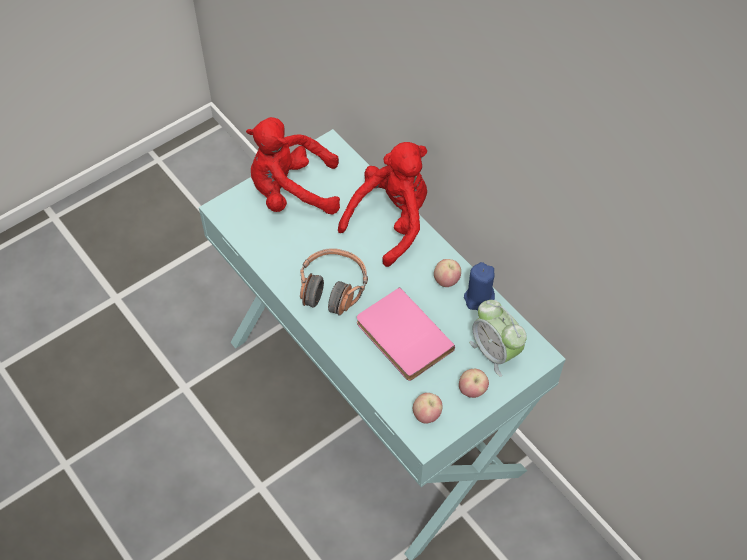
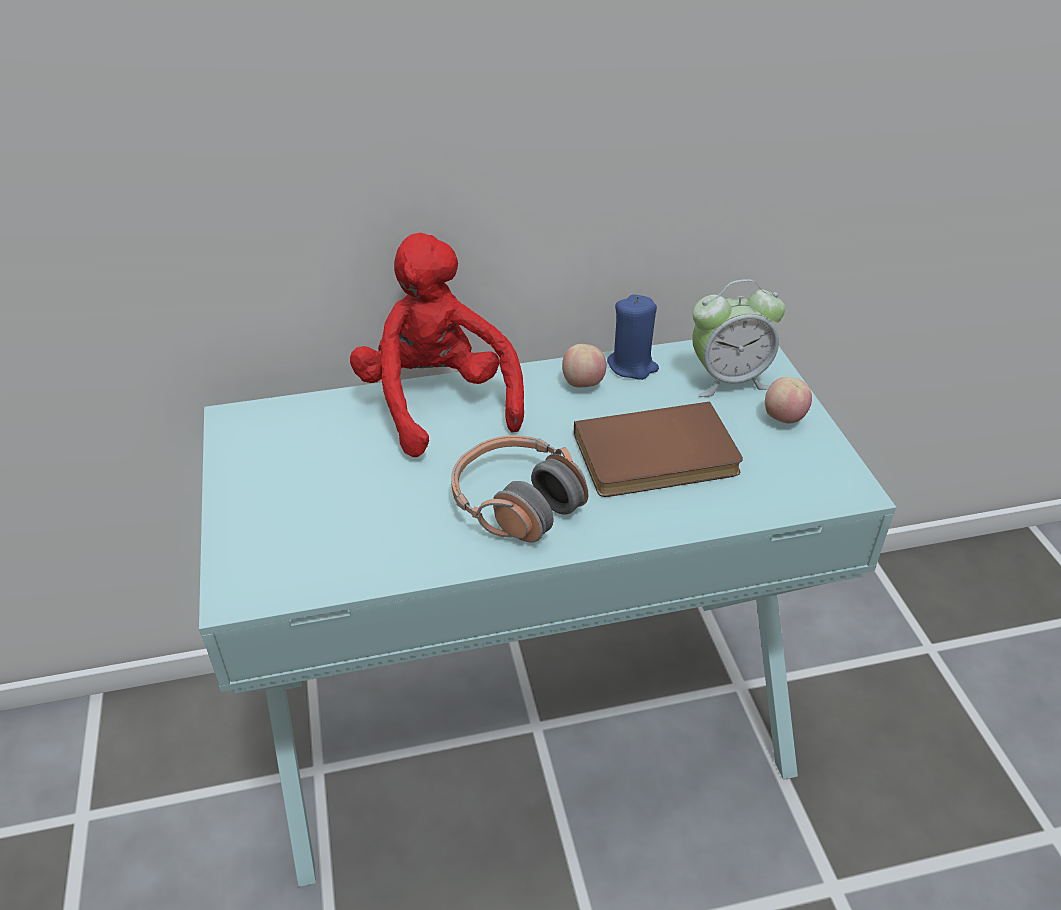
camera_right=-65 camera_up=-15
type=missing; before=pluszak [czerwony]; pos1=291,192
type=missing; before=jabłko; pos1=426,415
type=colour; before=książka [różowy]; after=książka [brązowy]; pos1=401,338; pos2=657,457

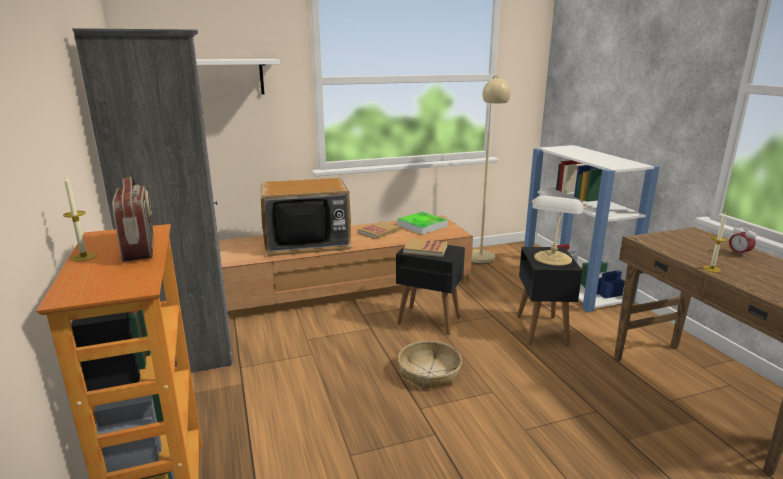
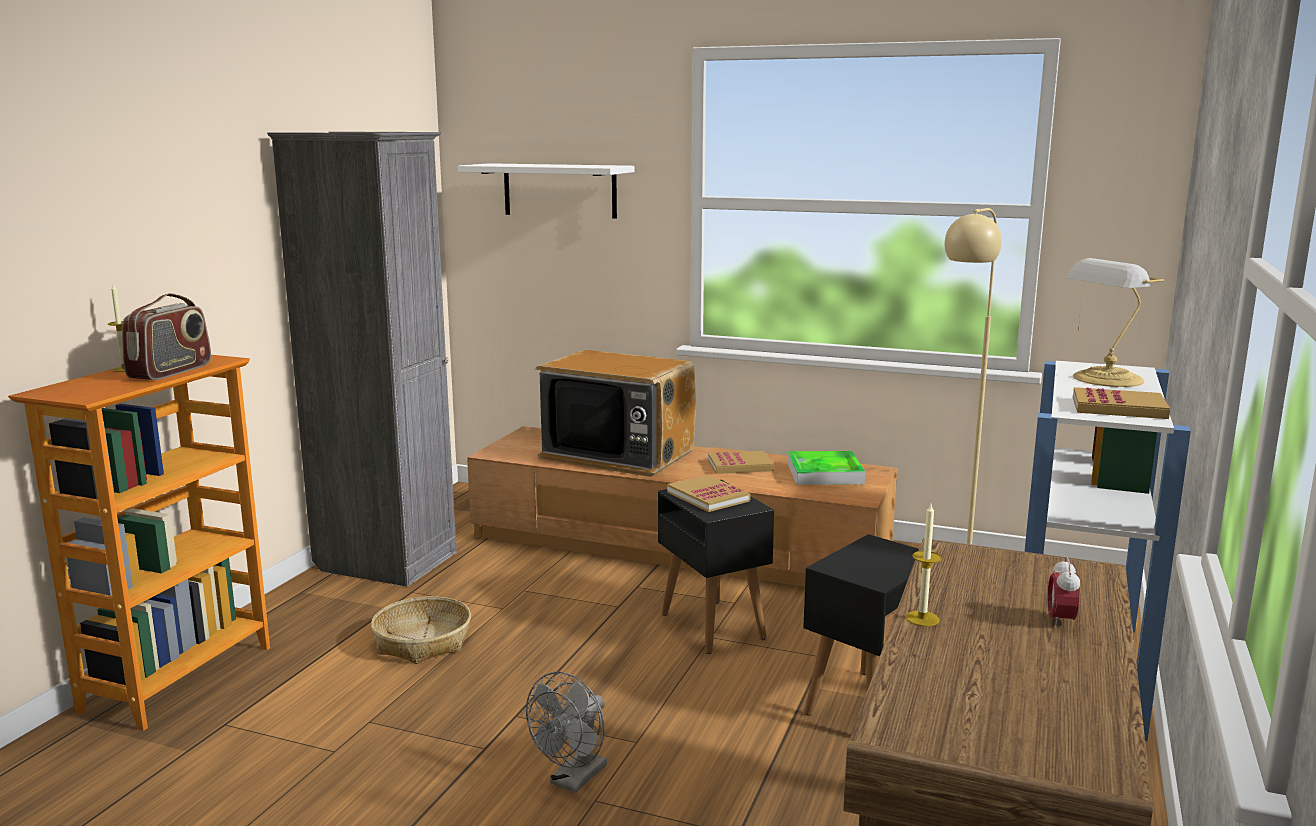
camera_right=40 camera_up=-5
type=appeared; after=wentylator [szary]; pos2=573,780
type=appeared; after=książka; pos2=1118,408
type=relocated; before=koszyk; pos1=429,372; pos2=423,642
type=relocated; before=lampa stołowa; pos1=552,259; pos2=1105,379

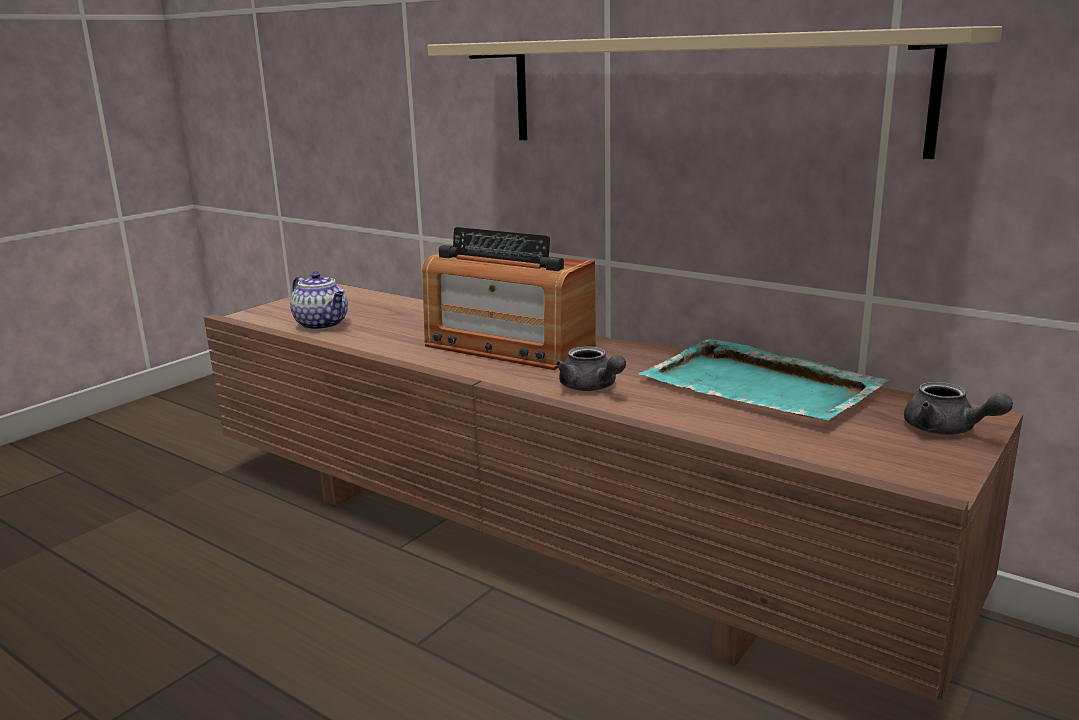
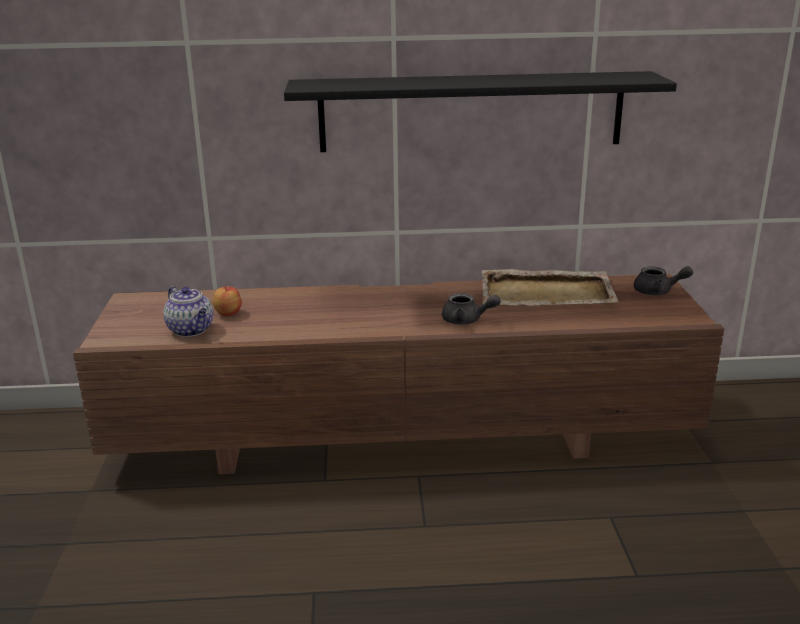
camera_right=-40 camera_up=5
type=missing; before=radio; pos1=508,346
type=appeared; after=jabłko; pos2=227,313
type=colour; before=półka [beżowy]; after=półka [czarny]; pos1=699,93; pos2=471,112
type=colour; before=taca [turkusowy]; after=taca [beżowy]; pos1=761,387; pos2=548,293
type=spun; before=imbryk; pos1=323,325; pos2=191,330; turn=45

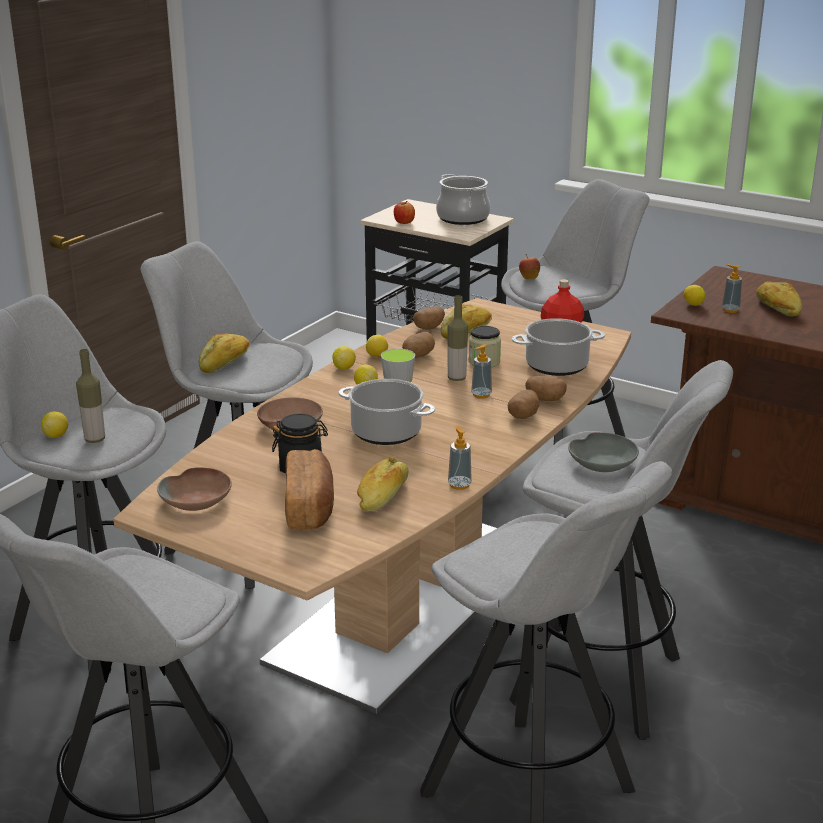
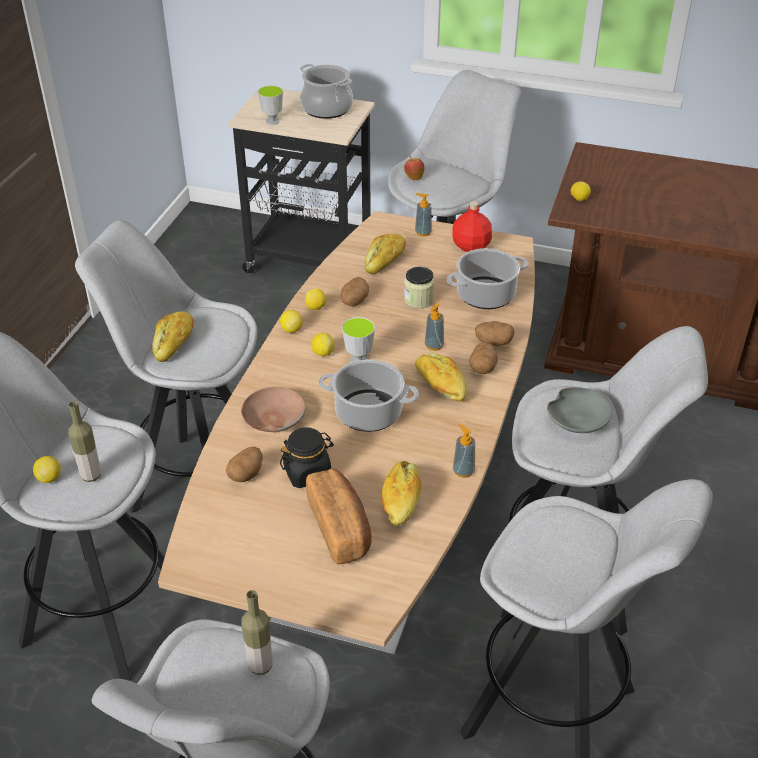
camera_right=-15 camera_up=15
type=missing; before=miska [brązowy]; pos1=197,499
type=relocated; before=ziemniak; pos1=429,328; pos2=246,474
type=relocated; before=butelka; pos1=456,378; pos2=260,666
type=relocated; before=dozownik mydła; pos1=730,310; pos2=423,232
type=relocated; before=chleb; pos1=777,309; pos2=440,385
type=exchanged; before=jabłko; after=filiżanka; pos1=404,222; pos2=272,121

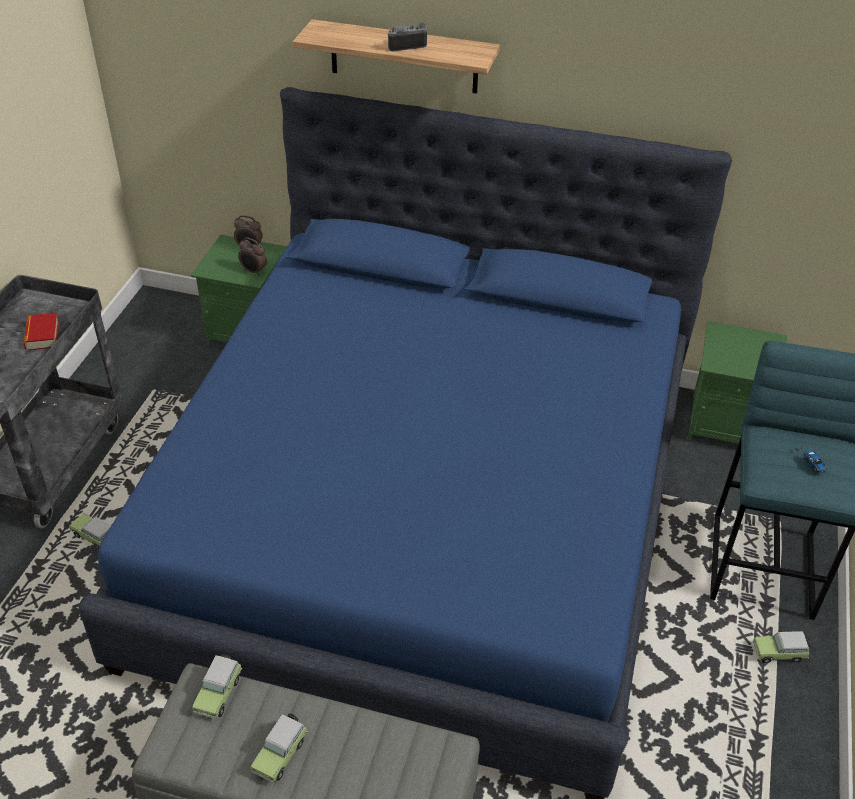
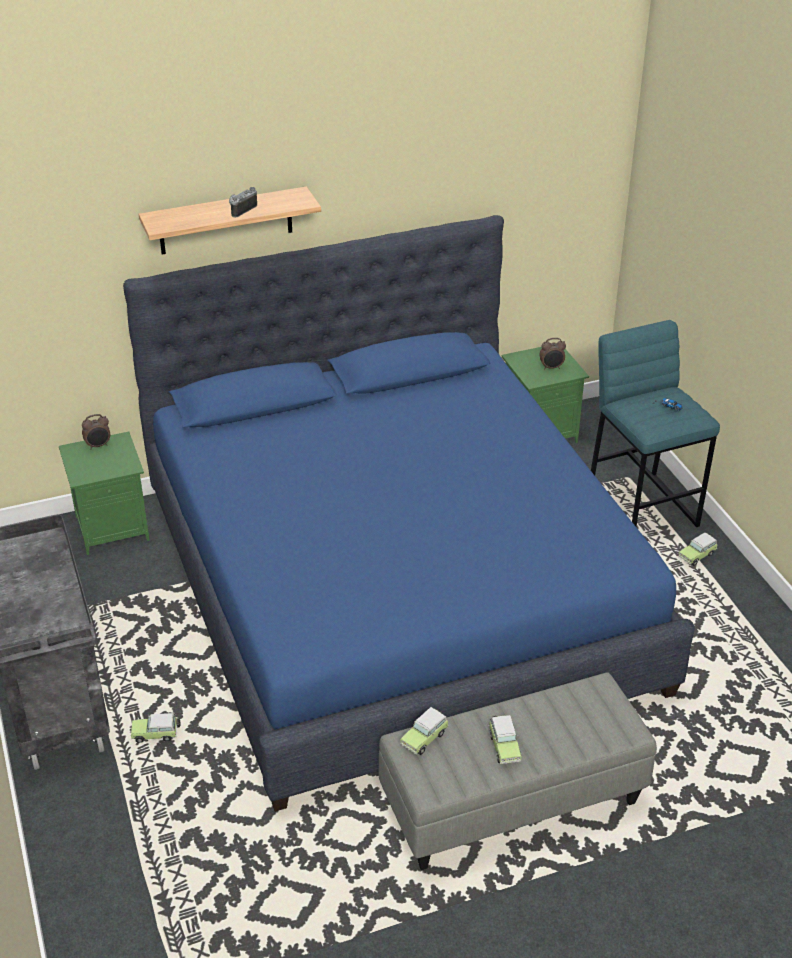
camera_right=-35 camera_up=-5
type=missing; before=książka; pos1=42,335
type=relocated; before=budzik; pos1=253,271; pos2=551,367
type=spun; before=samochodzik; pos1=219,692; pos2=425,738; turn=60

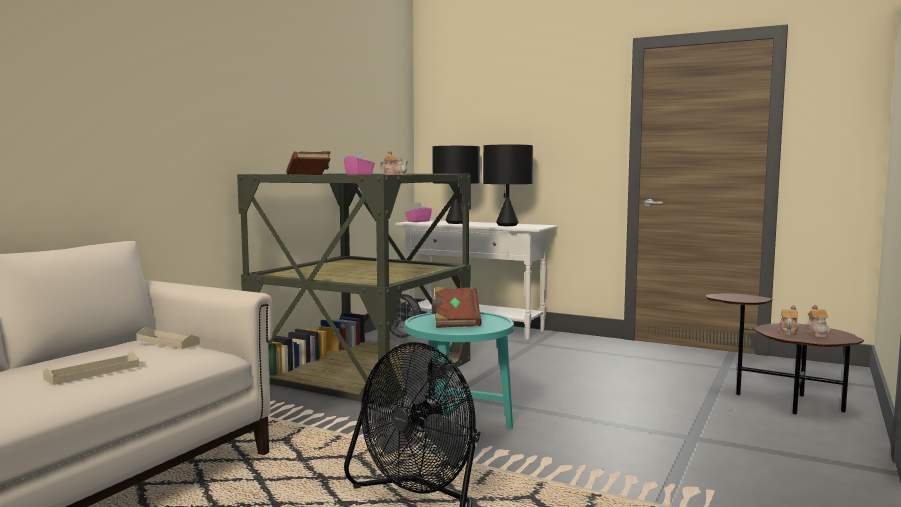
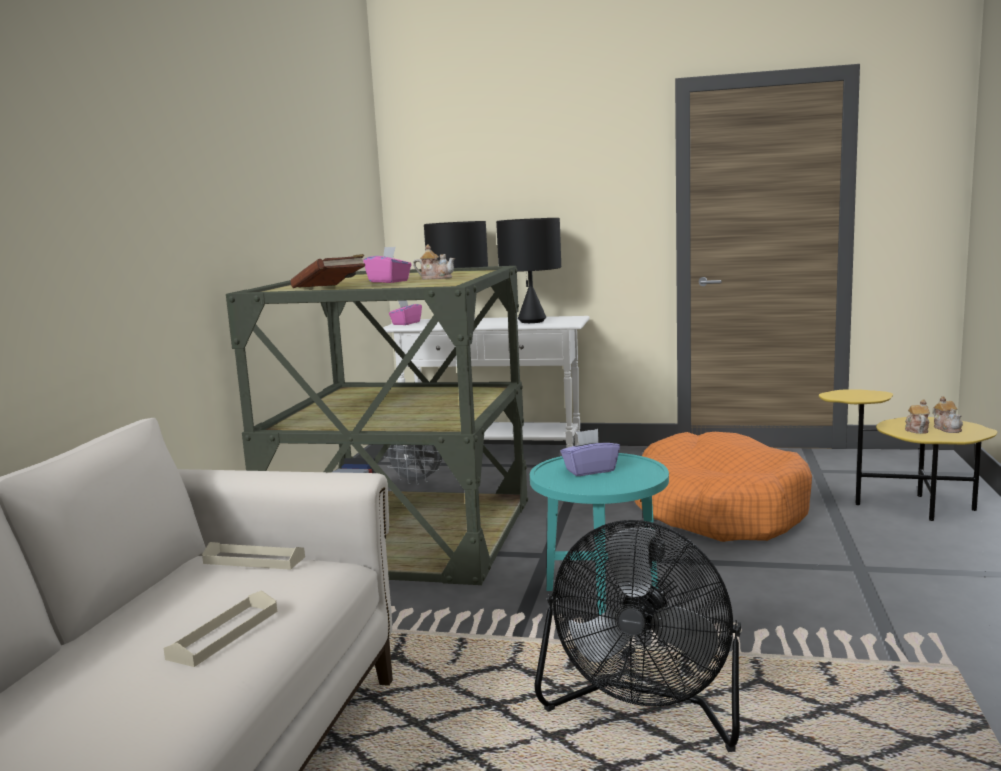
camera_right=-15 camera_up=5
type=appeared; after=legowisko [pomarańczowy]; pos2=718,510
type=exchanged; before=książka [brązowy]; after=pudełko chusteczek [fioletowy]; pos1=455,321; pos2=590,470
type=colour; before=stolik [brązowy]; after=stolik [żółty]; pos1=782,402; pos2=908,507

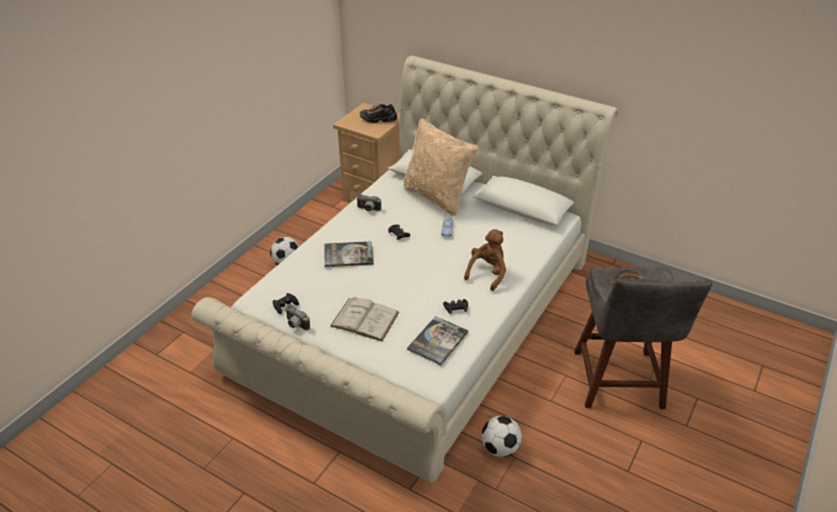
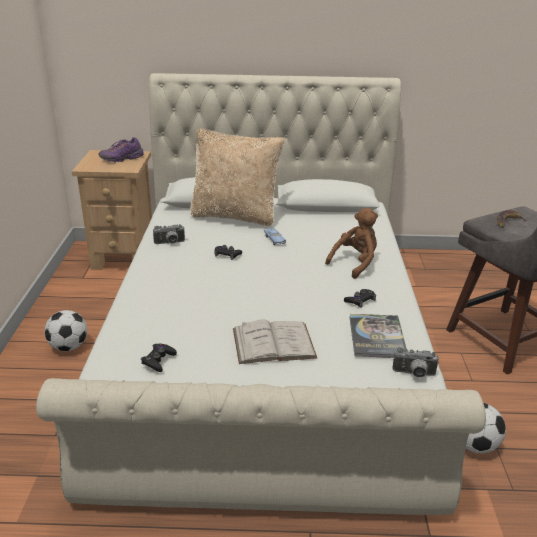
camera_right=-30 camera_up=-10
type=missing; before=książka; pos1=348,255
type=relocated; before=aparat fotograficzny; pos1=295,325; pos2=414,374
type=colour; before=but [czarny]; after=but [fioletowy]; pos1=378,119; pos2=122,159
type=spun; before=pluszak [brązowy]; pos1=487,273; pos2=355,263; turn=45

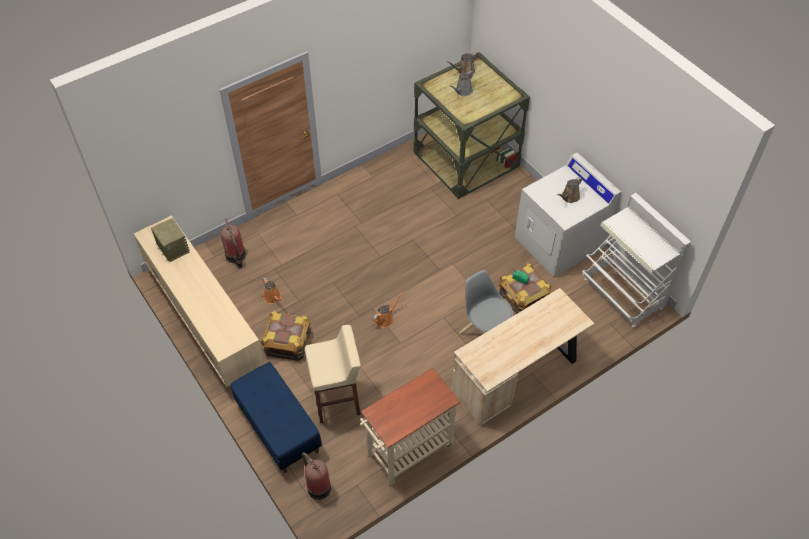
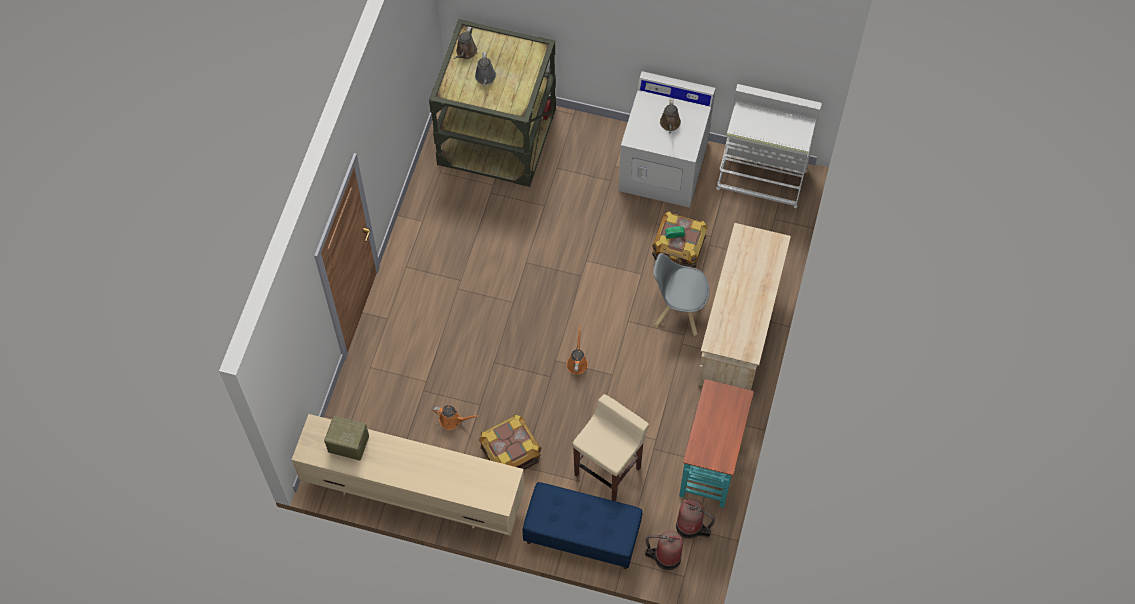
camera_right=-40 camera_up=10
type=relocated; before=gaśnica; pos1=236,257; pos2=691,527
type=colour; before=wózek [beżowy]; after=wózek [turkusowy]; pos1=408,450; pos2=710,466

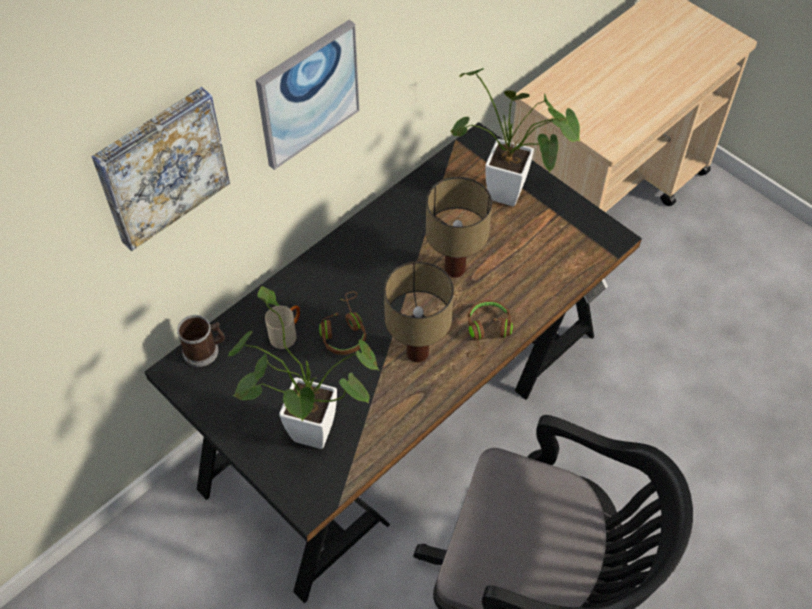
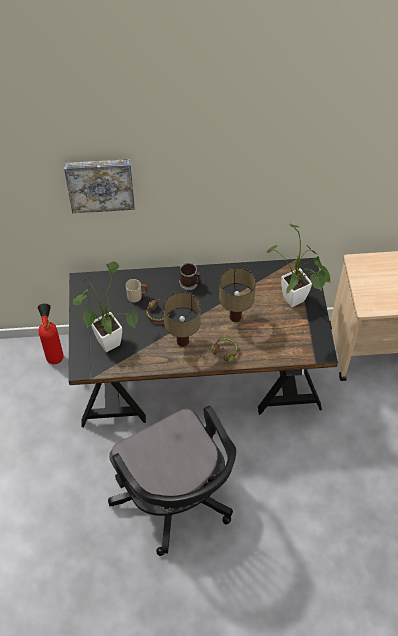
camera_right=40 camera_up=0
type=missing; before=obraz; pos1=308,94
type=appeared; after=gaśnica; pos2=54,354
type=relocated; before=kubek; pos1=205,350; pos2=190,283

